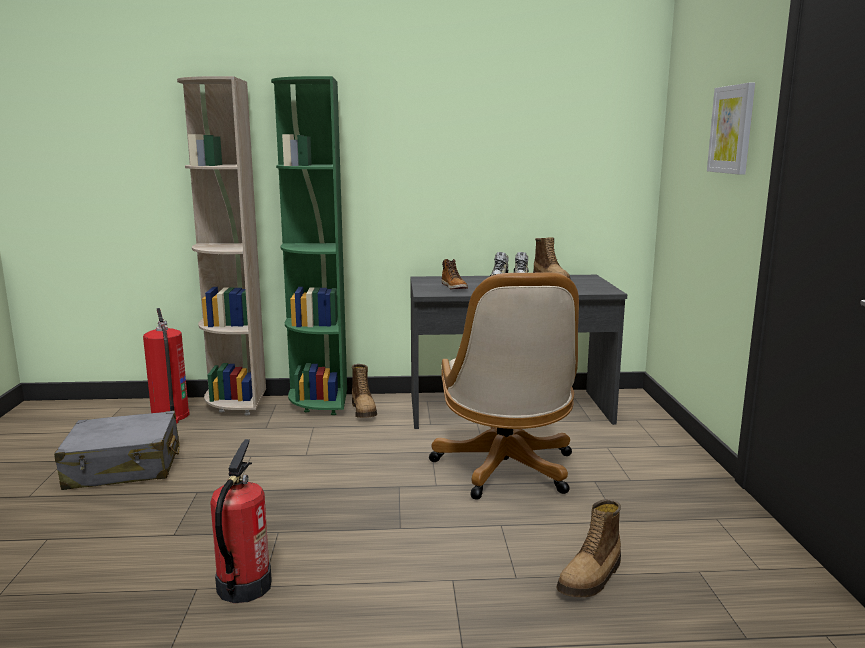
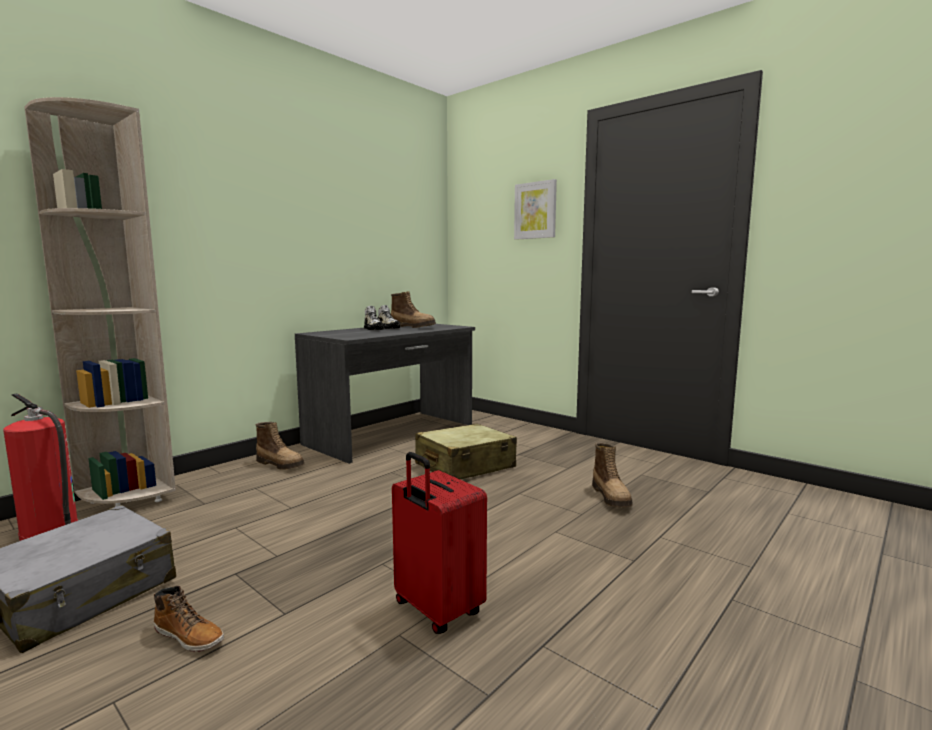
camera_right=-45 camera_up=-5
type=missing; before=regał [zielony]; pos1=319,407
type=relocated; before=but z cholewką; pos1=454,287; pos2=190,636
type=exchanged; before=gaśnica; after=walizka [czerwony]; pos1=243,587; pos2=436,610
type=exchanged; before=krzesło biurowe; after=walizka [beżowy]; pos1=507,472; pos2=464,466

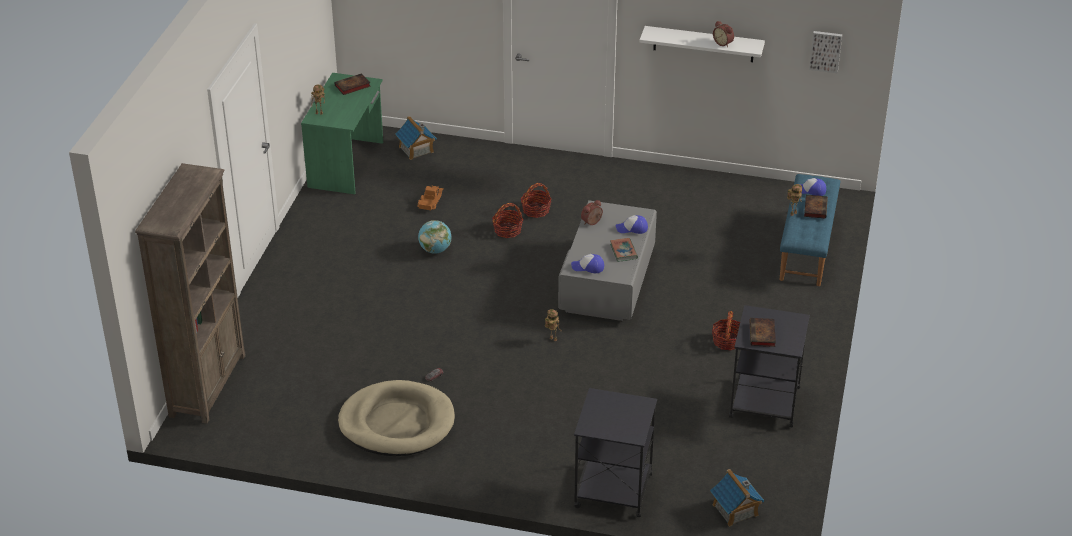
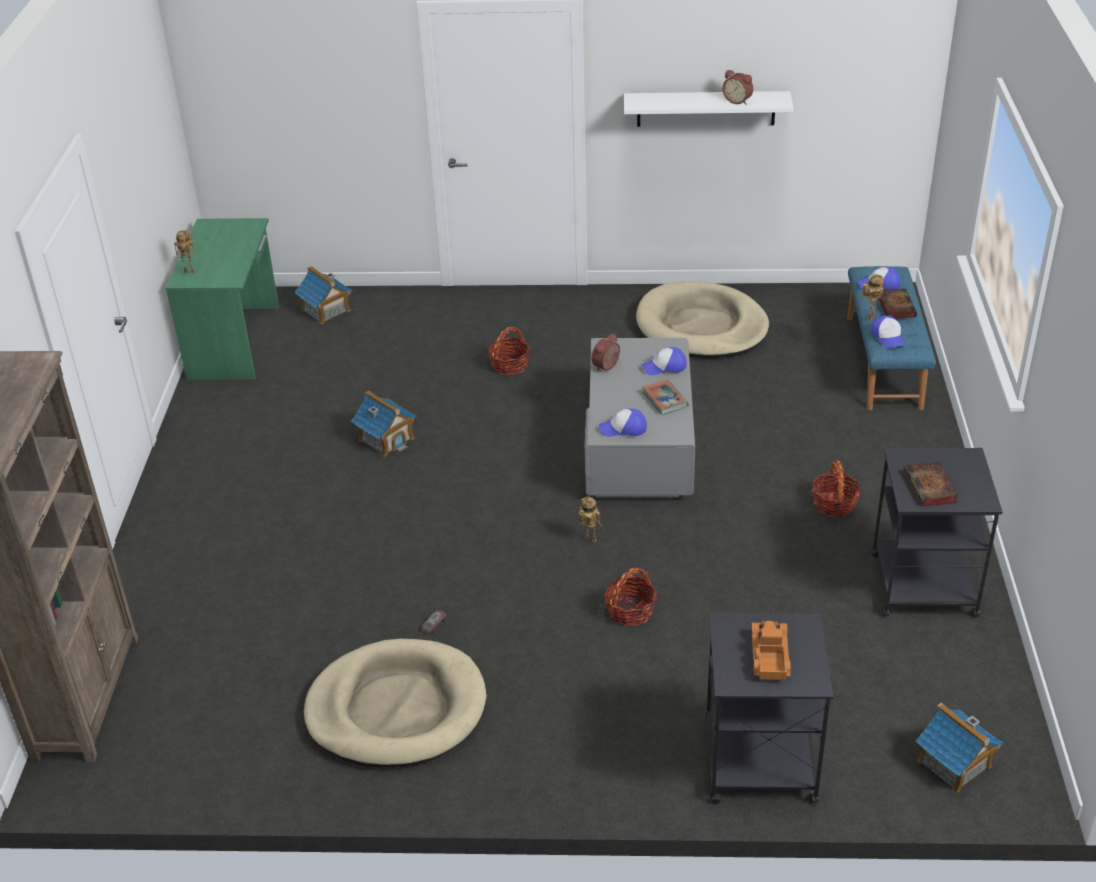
camera_right=-10 camera_up=0
type=missing; before=książka; pos1=352,86
type=missing; before=obraz; pos1=825,51
type=appeared; after=legowisko [beżowy]; pos2=701,326
type=appeared; after=czapka z daszkiem; pos2=888,337
type=relocated; before=ciężarówka zabawkowa; pos1=430,201; pos2=768,656
type=relocated; before=koszyk; pos1=507,230; pos2=630,611
type=exchanged; before=globus; after=domek; pos1=435,250; pos2=386,438

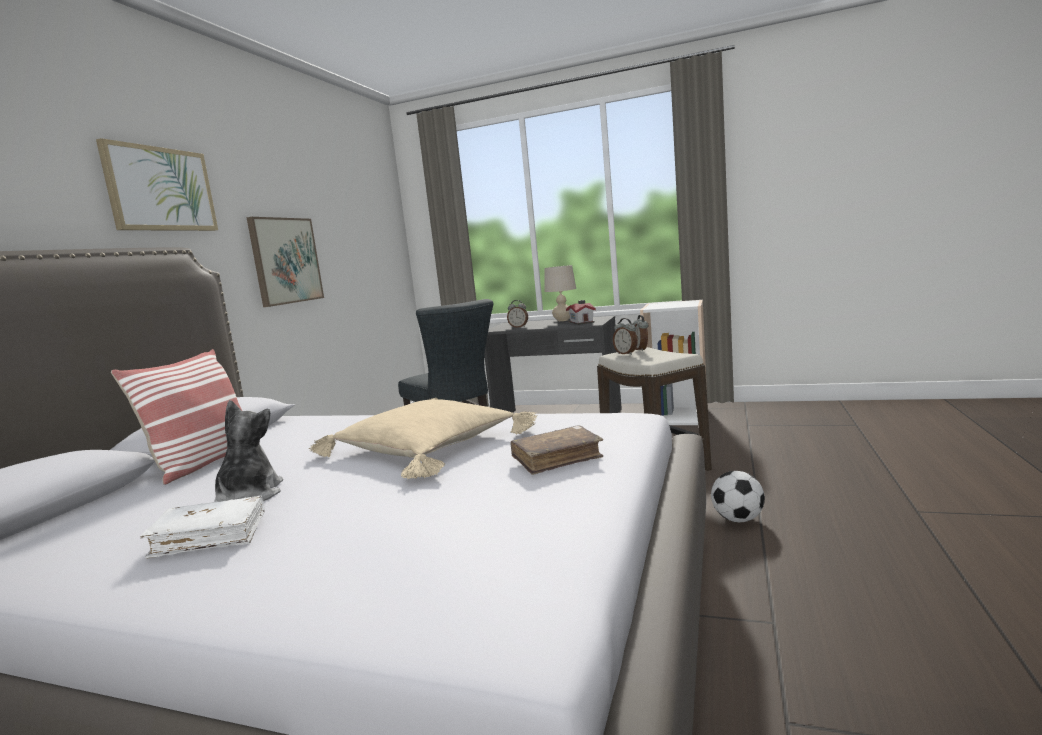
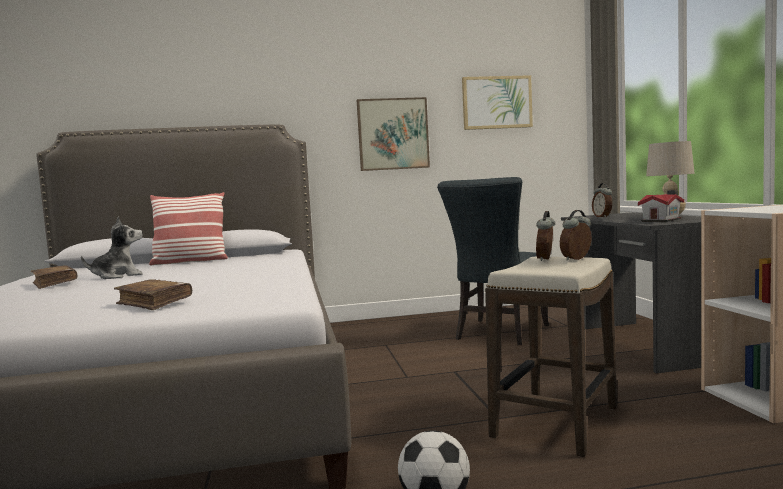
camera_right=60 camera_up=-5
type=missing; before=poduszka [beżowy]; pos1=427,443
type=relocated; before=obraz; pos1=160,189; pos2=496,102
type=colour; before=książka [biały]; after=książka [brązowy]; pos1=210,537; pos2=54,283

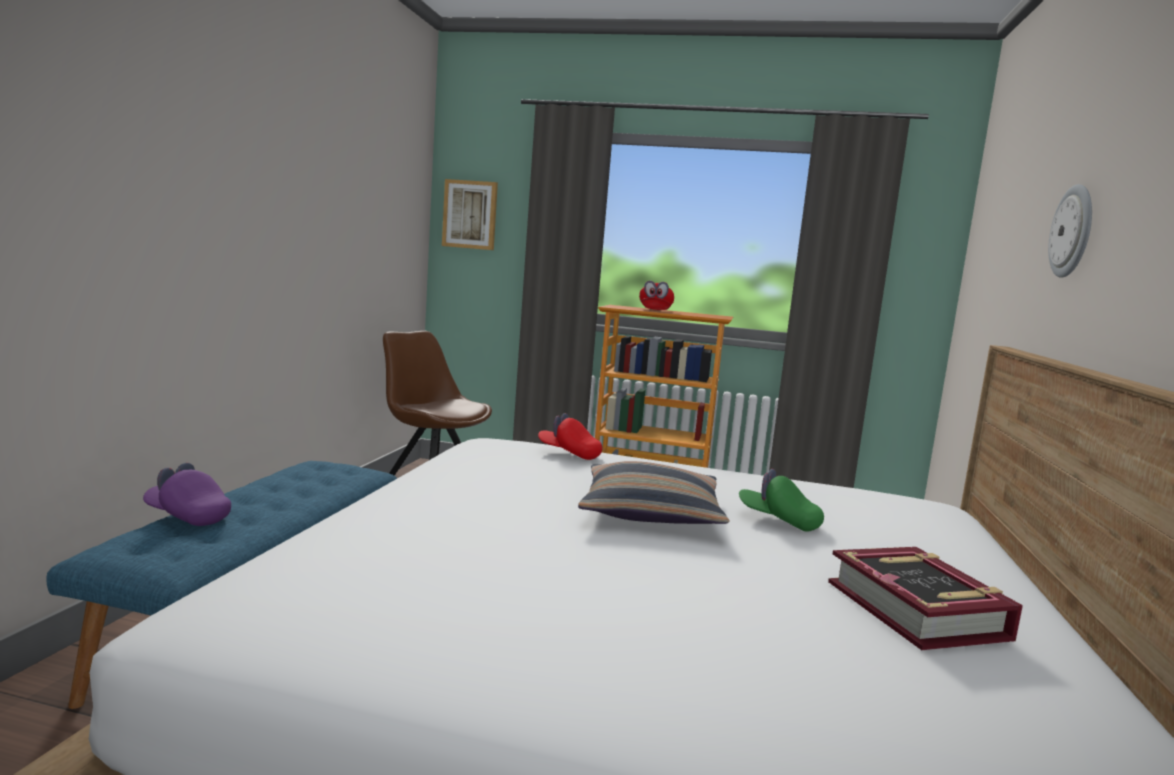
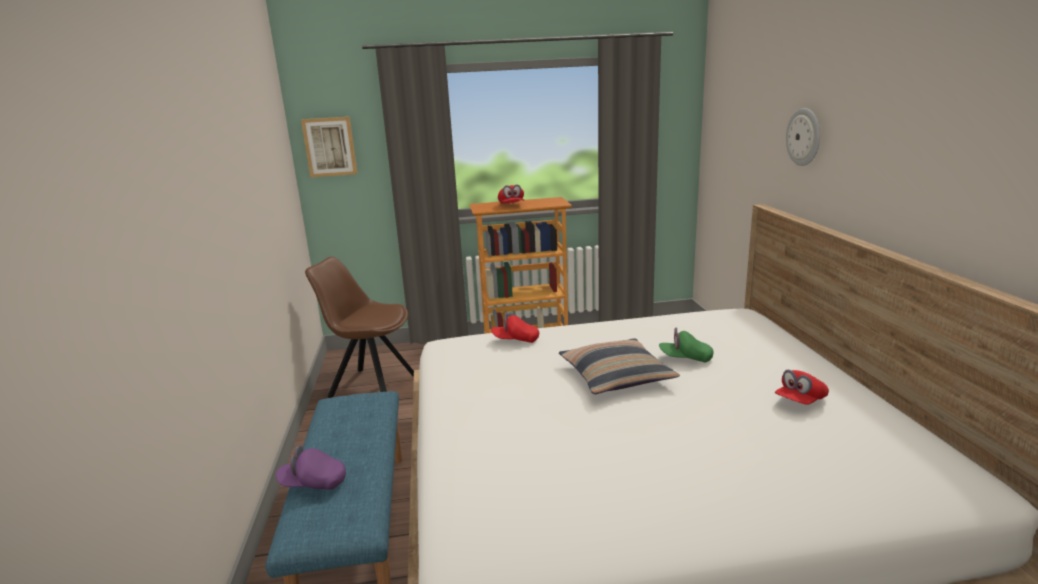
camera_right=-20 camera_up=10
type=exchanged; before=książka; after=czapka z daszkiem [czerwony]; pos1=917,610; pos2=800,401

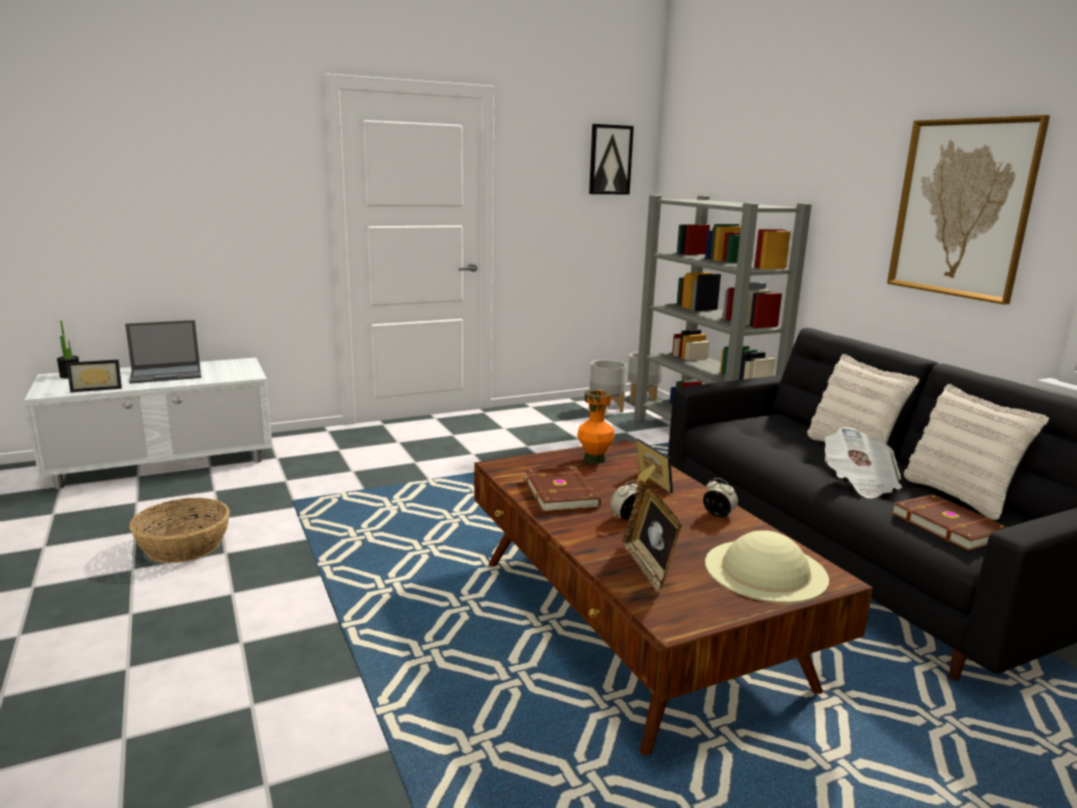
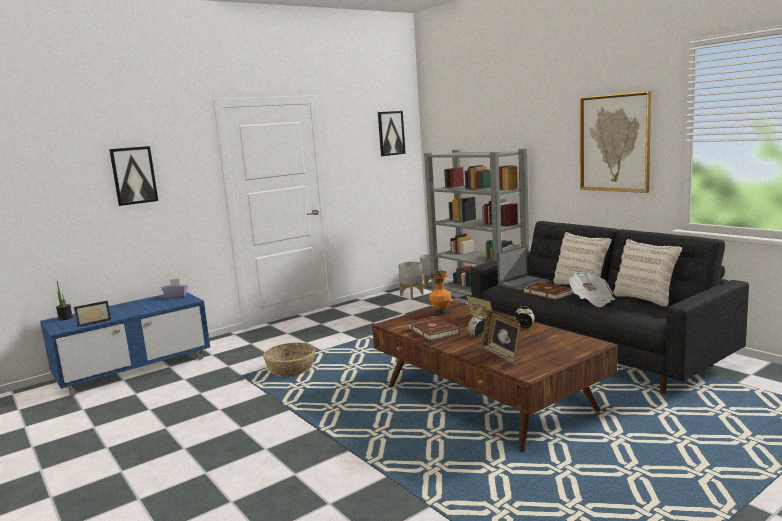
camera_right=-10 camera_up=-5
type=missing; before=kapelusz [beżowy]; pos1=765,570
type=appeared; after=obraz; pos2=133,175
type=appeared; after=pudełko chusteczek [fioletowy]; pos2=176,296
type=relocated; before=laptop; pos1=167,374; pos2=524,283
type=relocated; before=koszyk; pos1=184,546; pos2=291,369
type=relocated; before=książka [brązowy]; pos1=949,525; pos2=549,293
type=colour; before=szafka pod telewizor [biały]; after=szafka pod telewizor [niebieski]; pos1=165,461; pos2=134,368

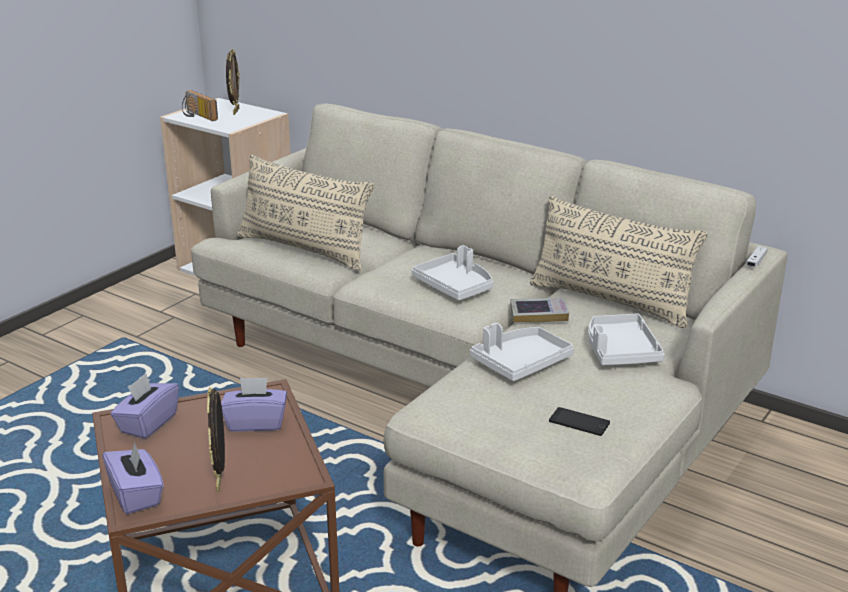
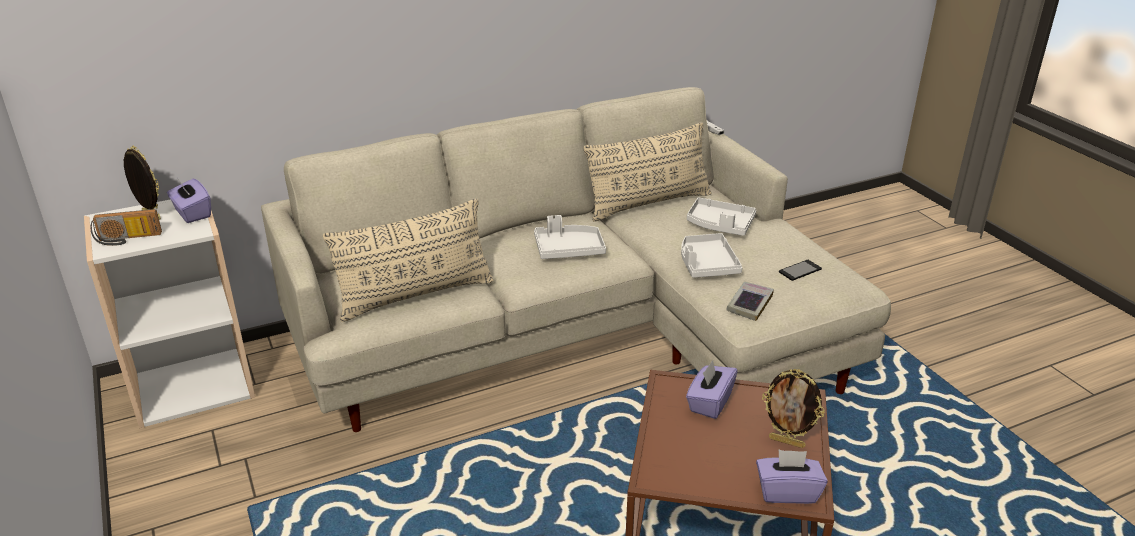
camera_right=-60 camera_up=5
type=relocated; before=pudełko chusteczek [fioletowy]; pos1=147,423; pos2=192,213
type=relocated; before=książka; pos1=539,314; pos2=749,304

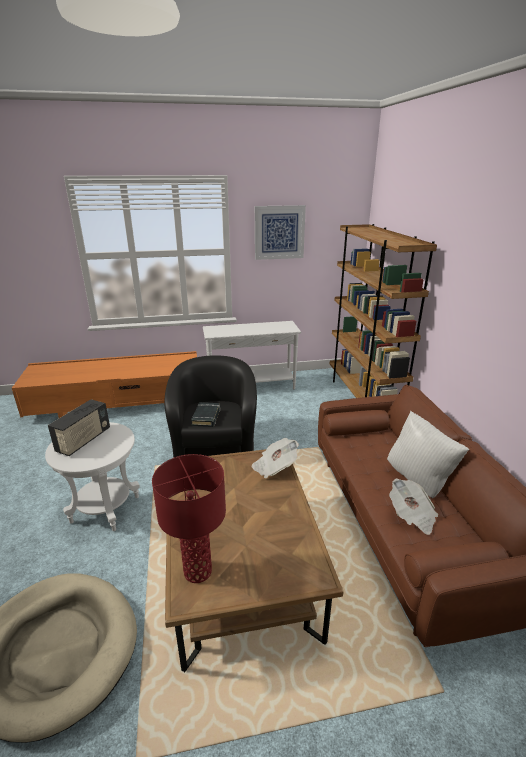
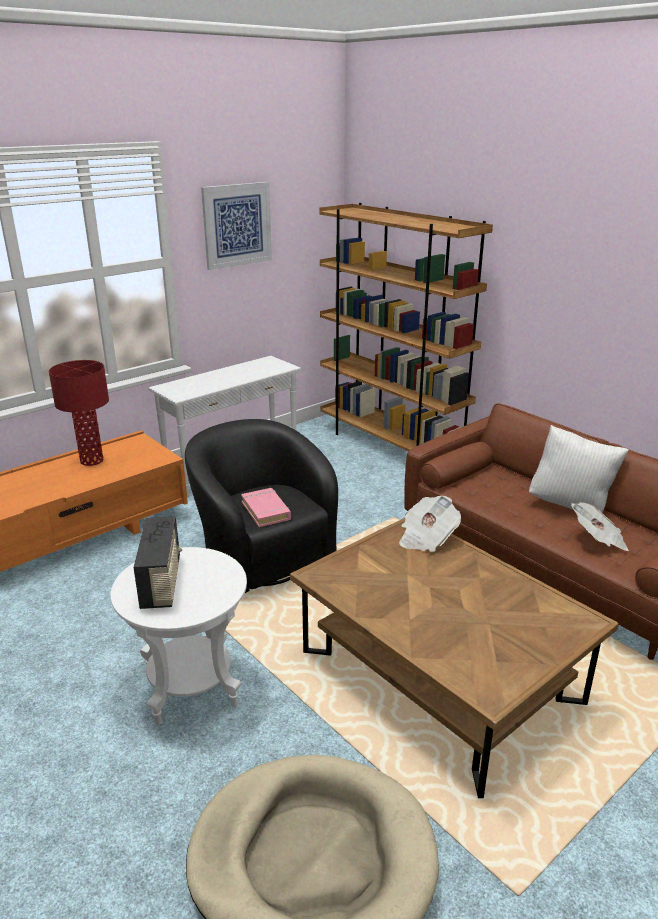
camera_right=-30 camera_up=0
type=relocated; before=lampa stołowa [czerwony]; pos1=198,570; pos2=92,460
type=colour; before=książka [czarny]; after=książka [różowy]; pos1=206,417; pos2=266,511

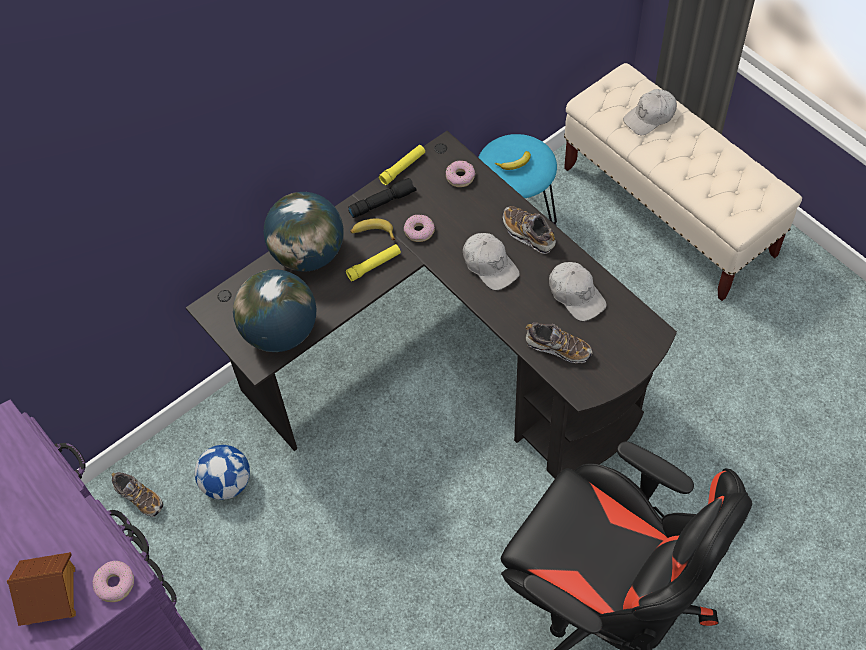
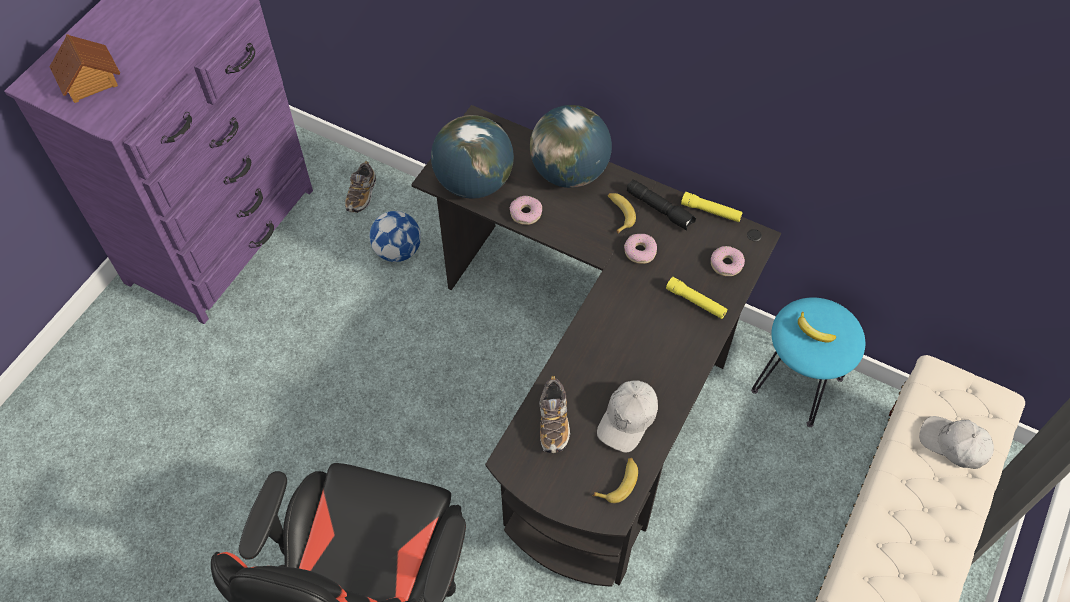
camera_right=65 camera_up=0
type=missing; before=czapka z daszkiem [biały]; pos1=490,265
type=missing; before=but; pos1=528,234
type=appeared; after=banan; pos2=618,482
type=relocated; before=donut; pos1=115,584; pos2=526,213
type=relocated; before=latarka [żółty]; pos1=374,265; pos2=696,302

